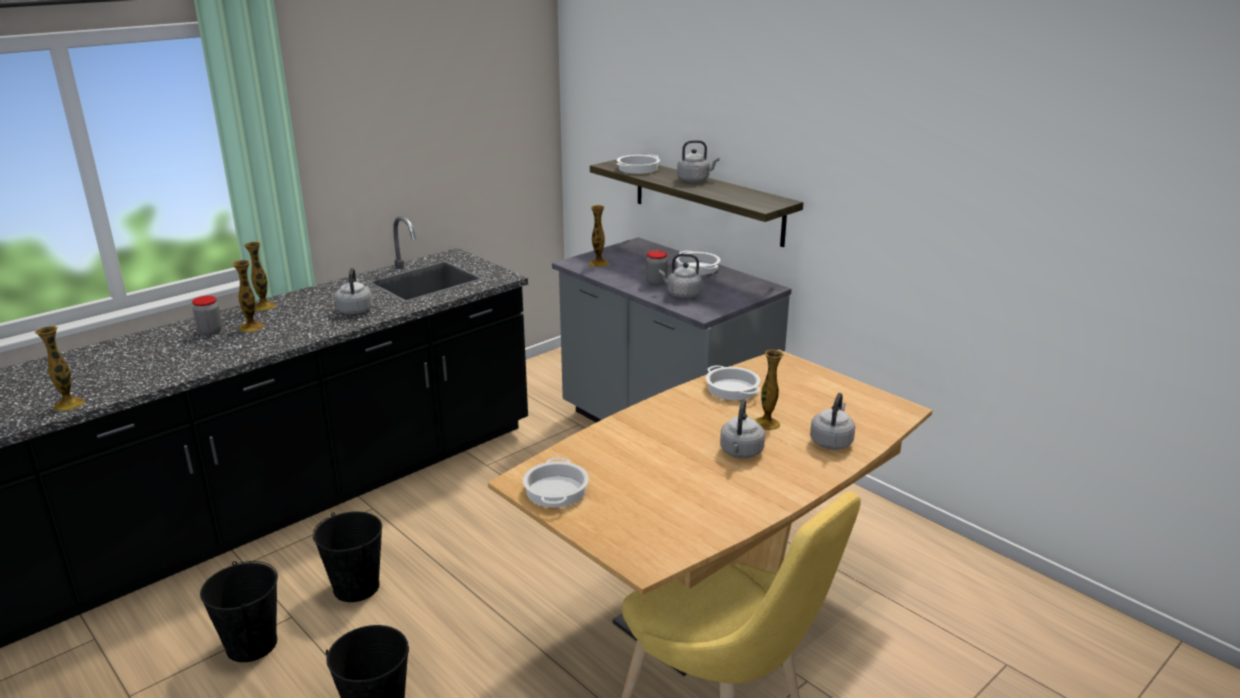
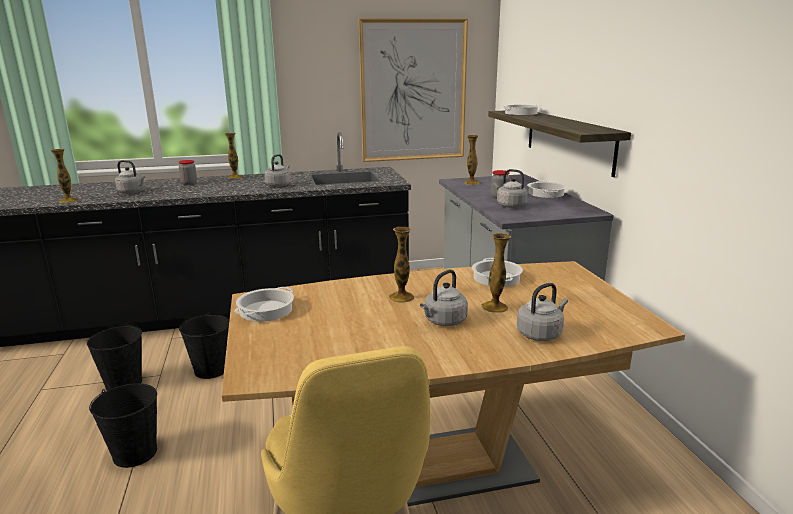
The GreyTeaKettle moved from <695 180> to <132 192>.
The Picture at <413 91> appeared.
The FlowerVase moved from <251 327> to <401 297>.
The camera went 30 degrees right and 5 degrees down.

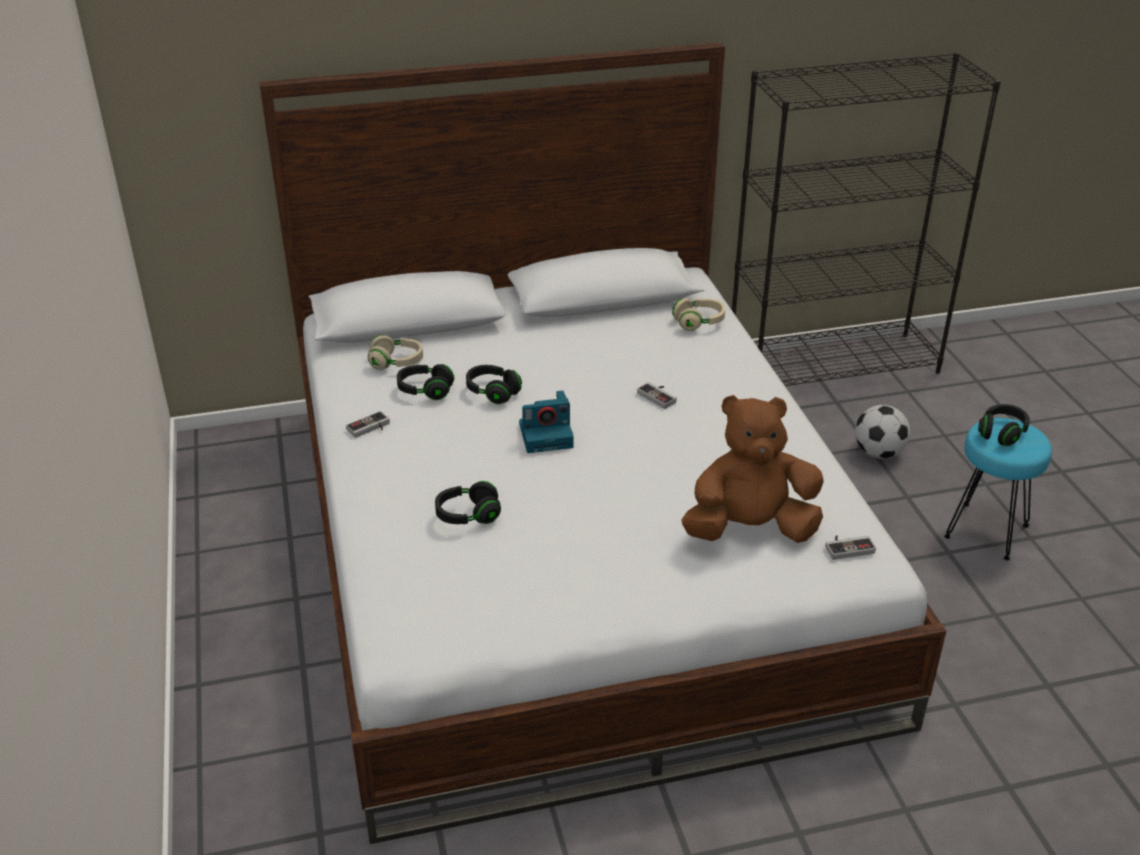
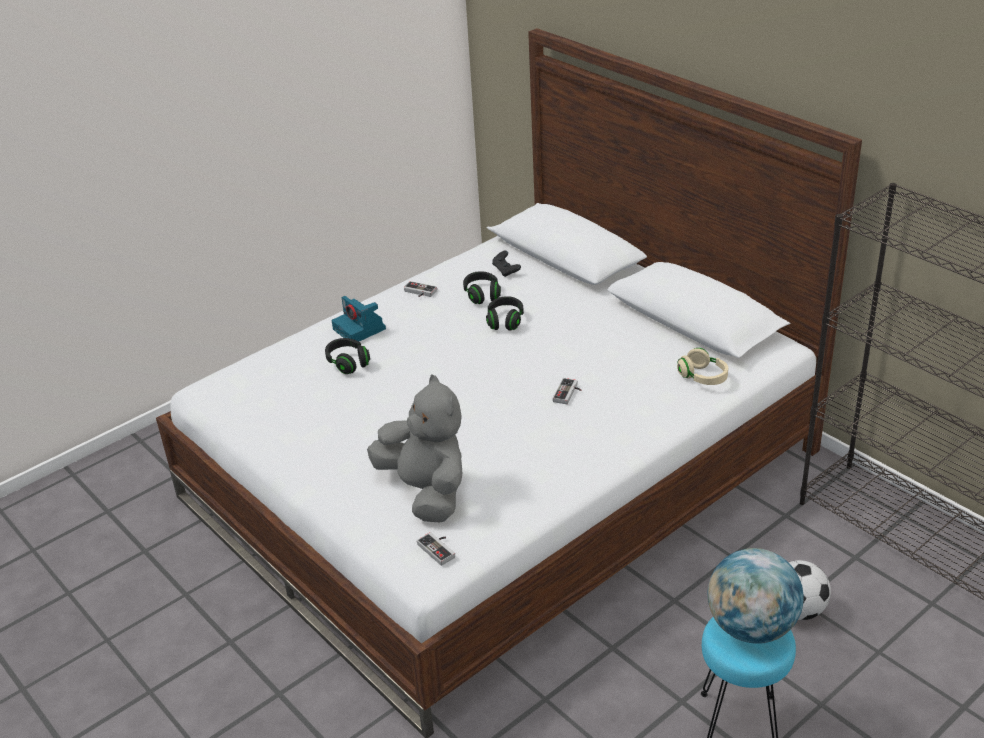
The PhotoCamera moved from <547 435> to <360 329>.
The BrownishPlushToy at <749 529> became the GreyPlushToy at <426 491>.
The BeigePairOfHeadphones at <396 363> was replaced by the BlackishJoypad at <506 271>.
The BlackishPairOfHeadphones at <1001 433> was replaced by the Globe at <751 627>.
The camera went 65 degrees right and 0 degrees up.

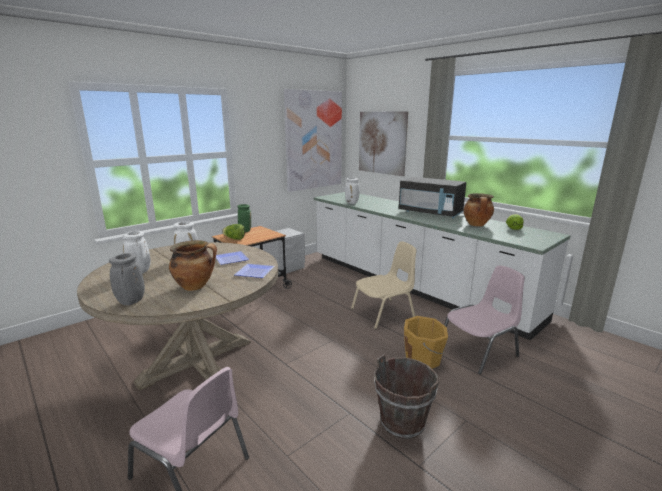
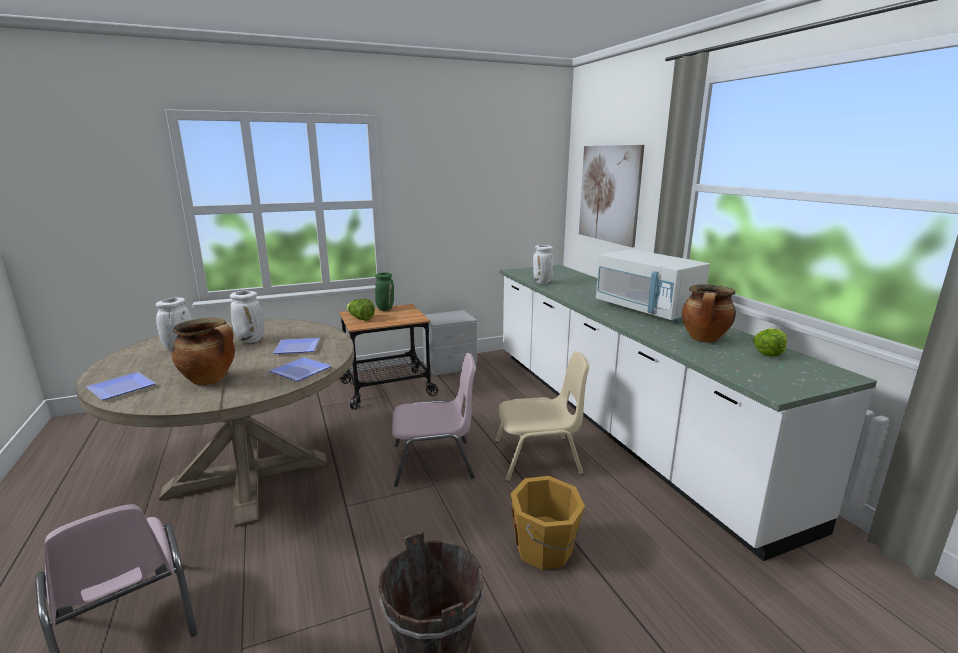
The GreyFlowerVase at <131 302> was replaced by the Plate at <120 389>.
The PinkishPlainChair moved from <479 351> to <434 462>.
The BlackishKitchenMicrowave at <430 213> became the WhiteKitchenMicrowave at <646 310>.
The Picture at <314 140> disappeared.
The camera went 20 degrees right and 0 degrees up.

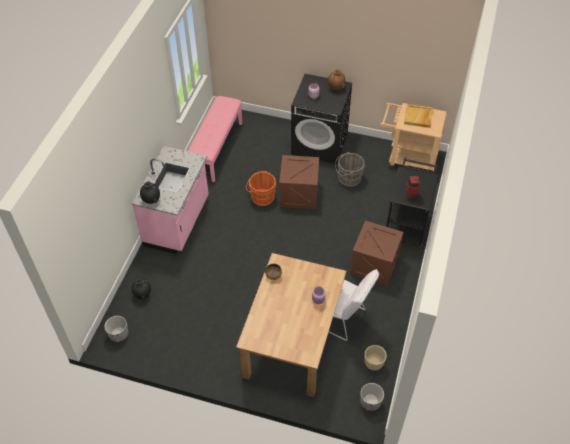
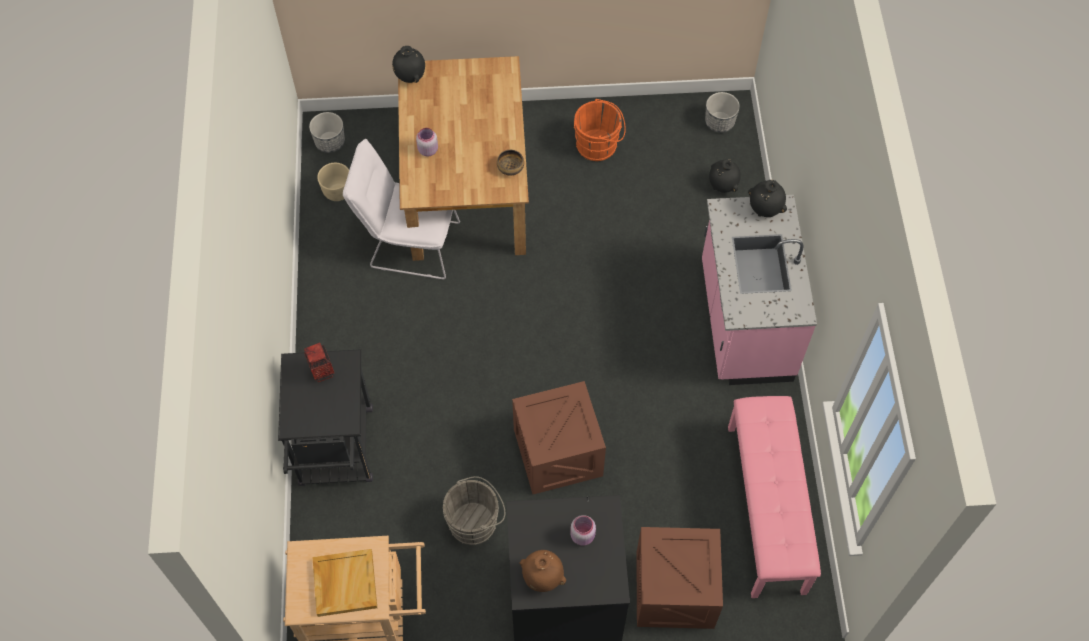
The BlackishFlowerVase at <410 76> appeared.
The OrangeyBucket moved from <261 197> to <599 145>.
The Crate moved from <374 264> to <674 590>.
The camera went 160 degrees right and 10 degrees up.

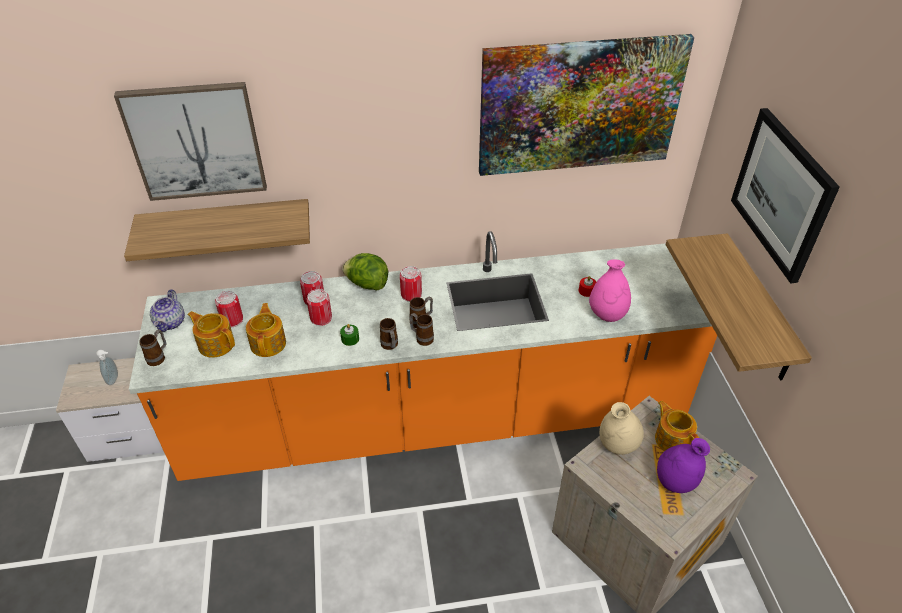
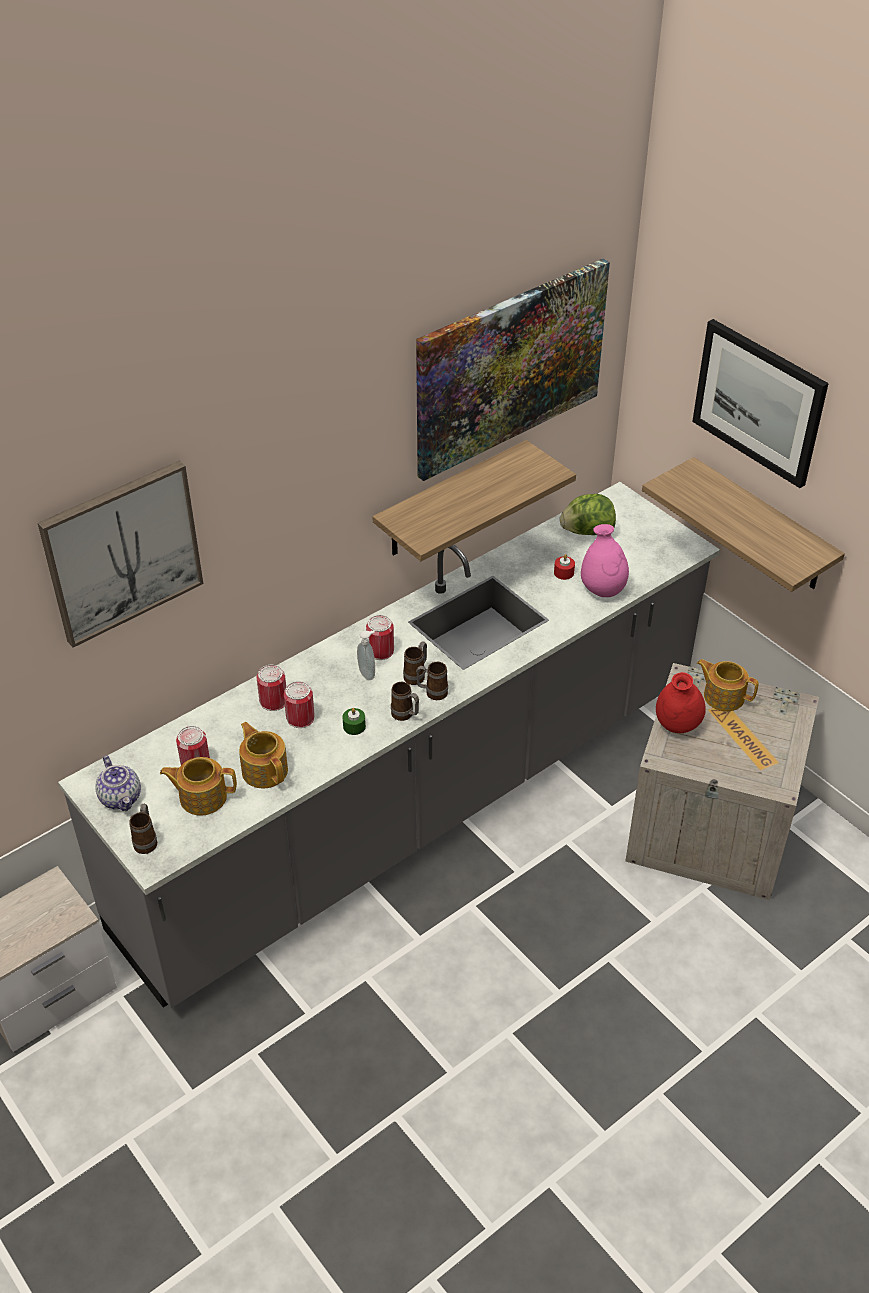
The OrangeyCounter at <451 419> became the GreyCounter at <434 794>.
The SoapDispenser moved from <114 379> to <368 673>.
The BracketShelf moved from <227 226> to <451 500>.
The Lettuce moved from <367 284> to <587 532>.
The BeigeFlowerVase at <617 445> became the RedColouredFlowerVase at <677 725>.
The PurpleFlowerVase at <675 482> disappeared.
The camera went 30 degrees left and 0 degrees up.

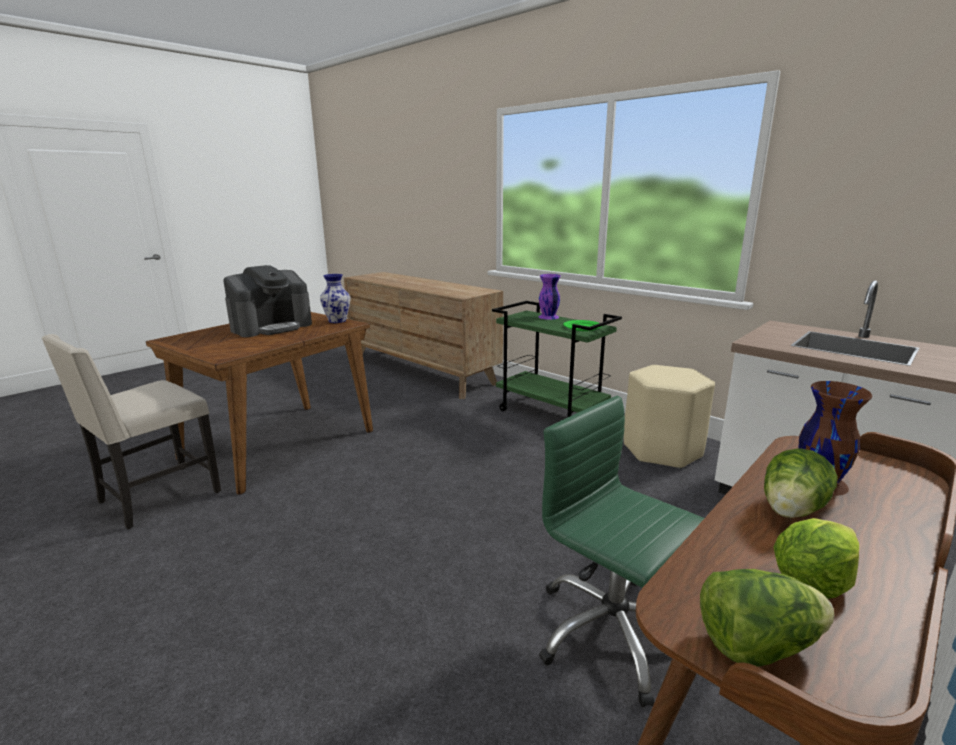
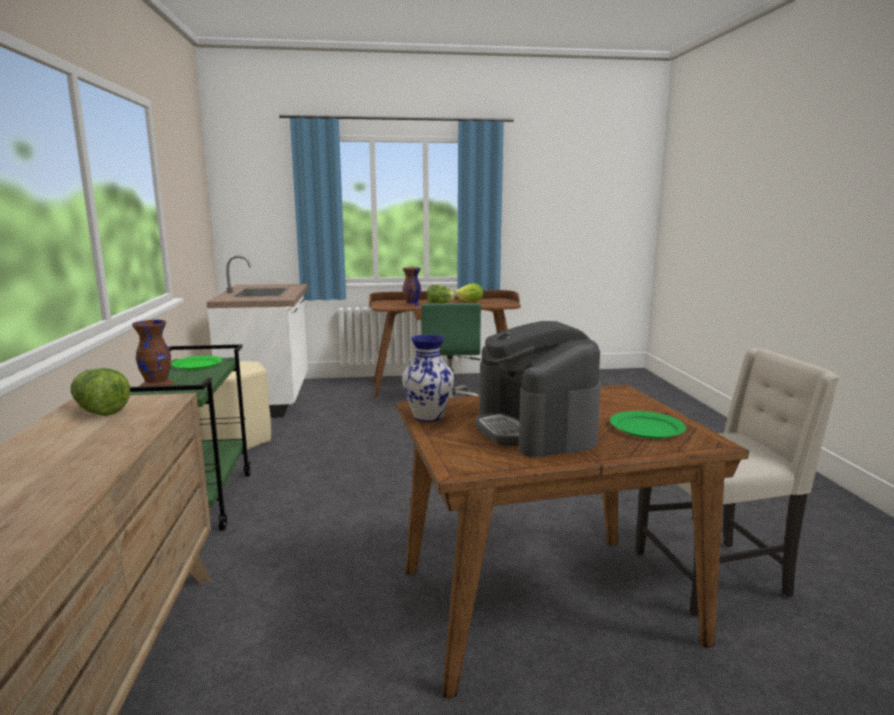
The Lettuce moved from <757 645> to <100 411>.
The PurpleFlowerVase at <548 317> became the BrownishFlowerVase at <157 384>.
The CoffeeMachine at <272 327> turned 105 degrees counterclockwise.
The GreenColouredPlate at <646 428> appeared.
The camera went 140 degrees left and 5 degrees down.

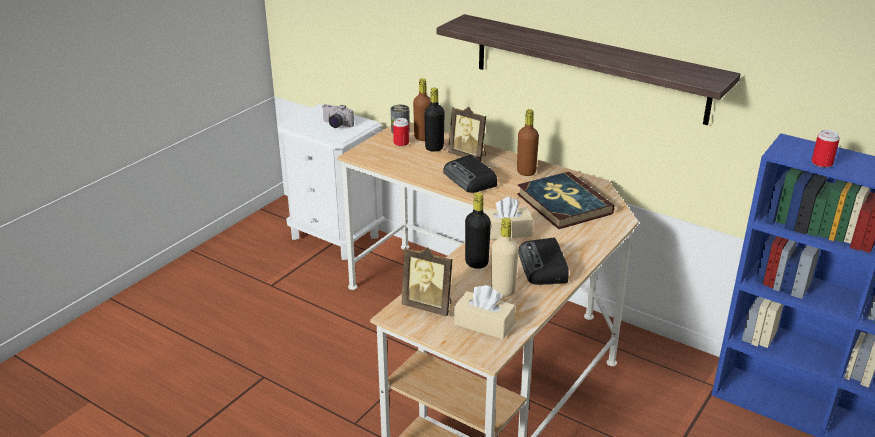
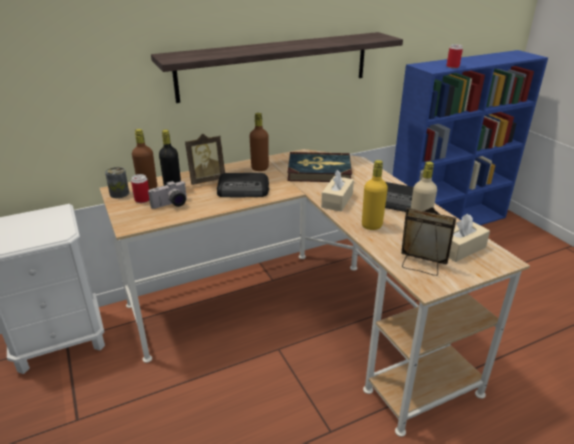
The PhotoCamera moved from <335 125> to <171 205>.
The BlackishBeverageBottle at <476 263> became the YellowishBeverageBottle at <371 225>.
The StandingFrame at <429 306> turned 120 degrees counterclockwise.
The camera went 60 degrees left and 0 degrees up.

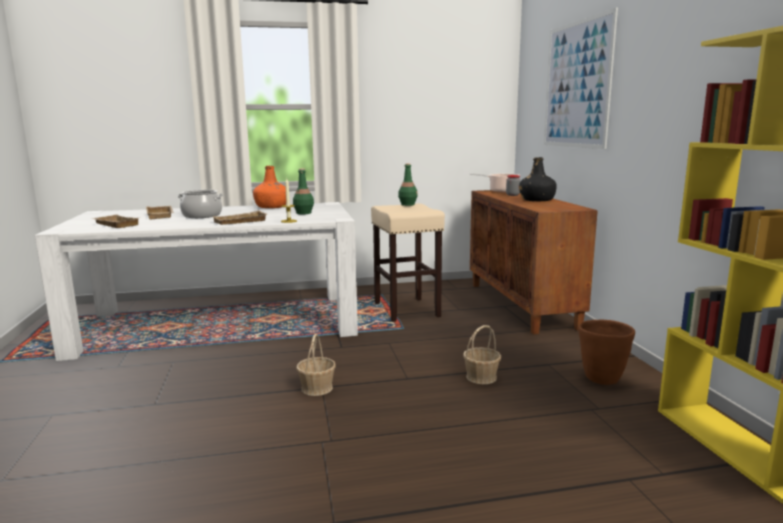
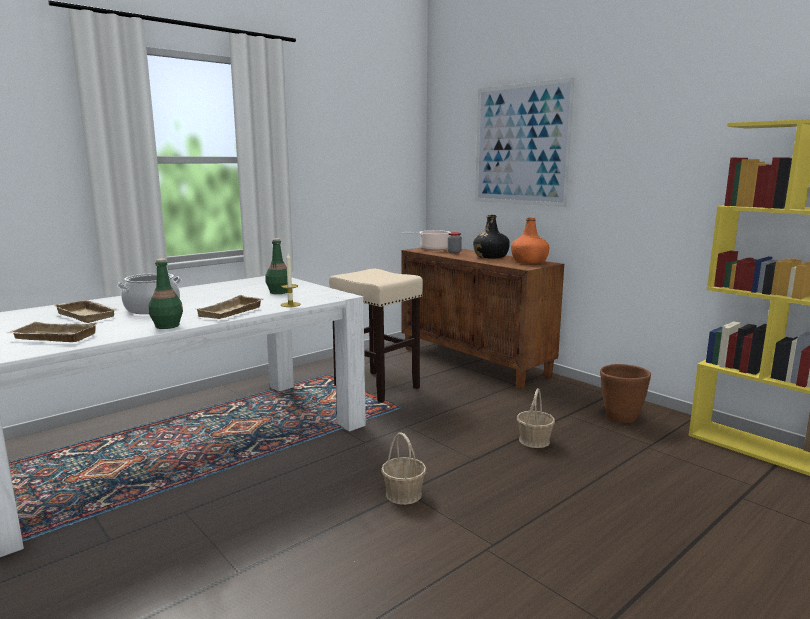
The GreenColouredBeverageBottle moved from <407 204> to <167 326>.
The OrangeyBeverageBottle moved from <272 207> to <529 262>.
The camera went 30 degrees left and 0 degrees up.

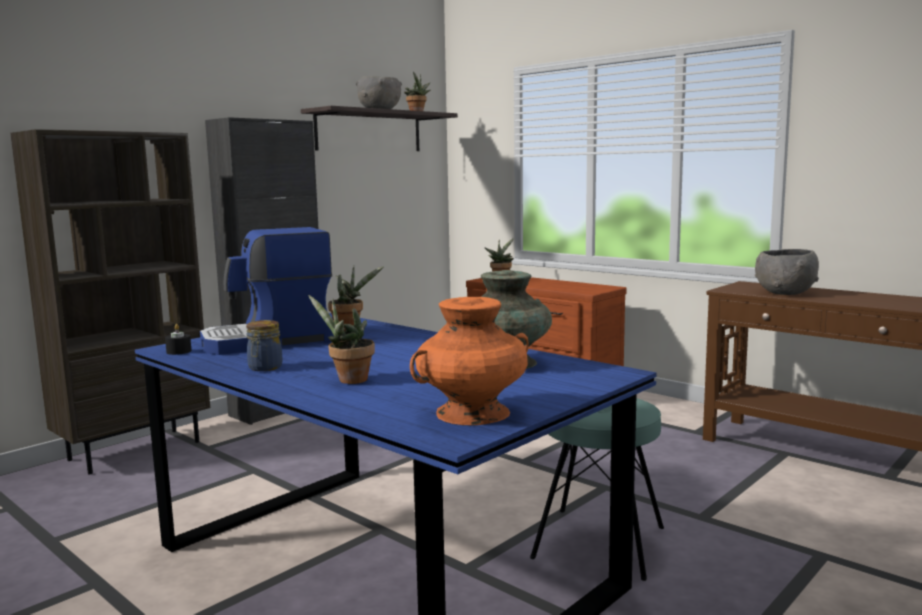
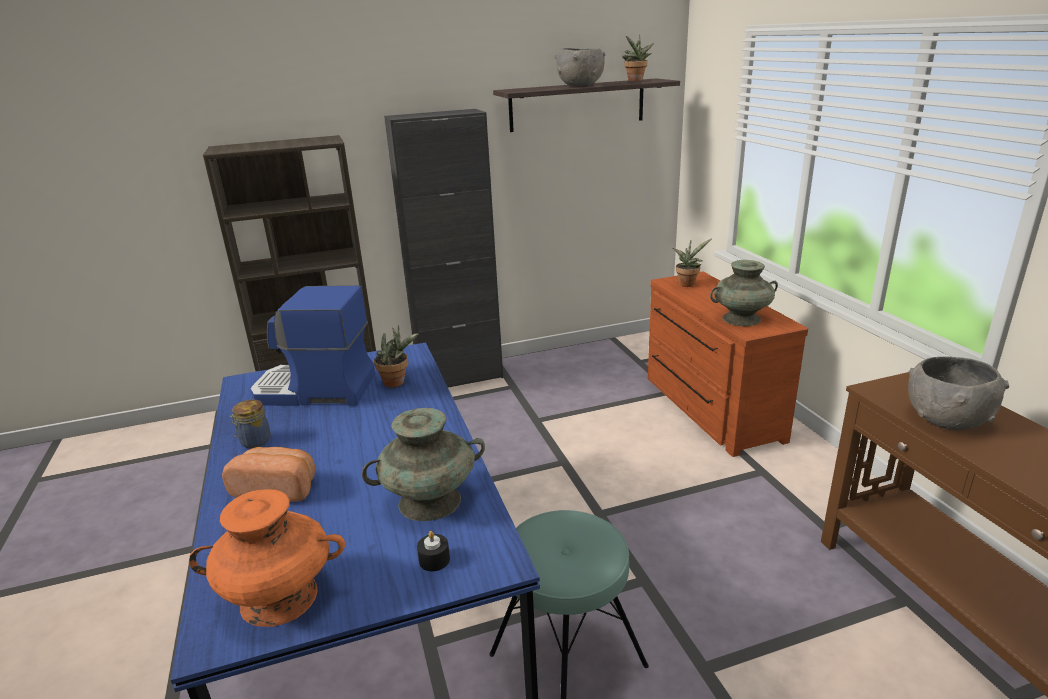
The PottedPlant at <348 380> was replaced by the BakeryBread at <277 488>.
The BlackishWaxLight moved from <179 351> to <434 560>.
The BlueGreenFlowerVase at <741 319> appeared.
The camera went 30 degrees right and 15 degrees up.

